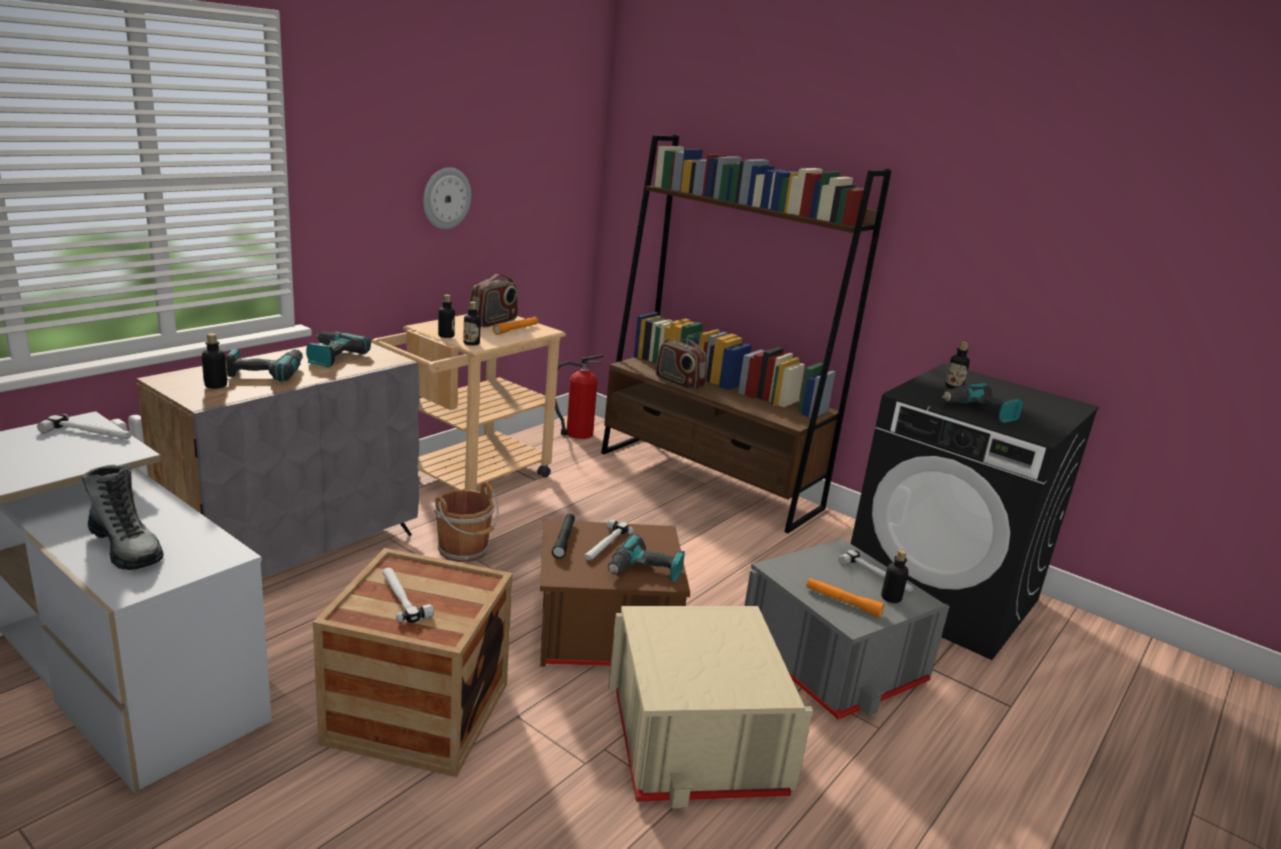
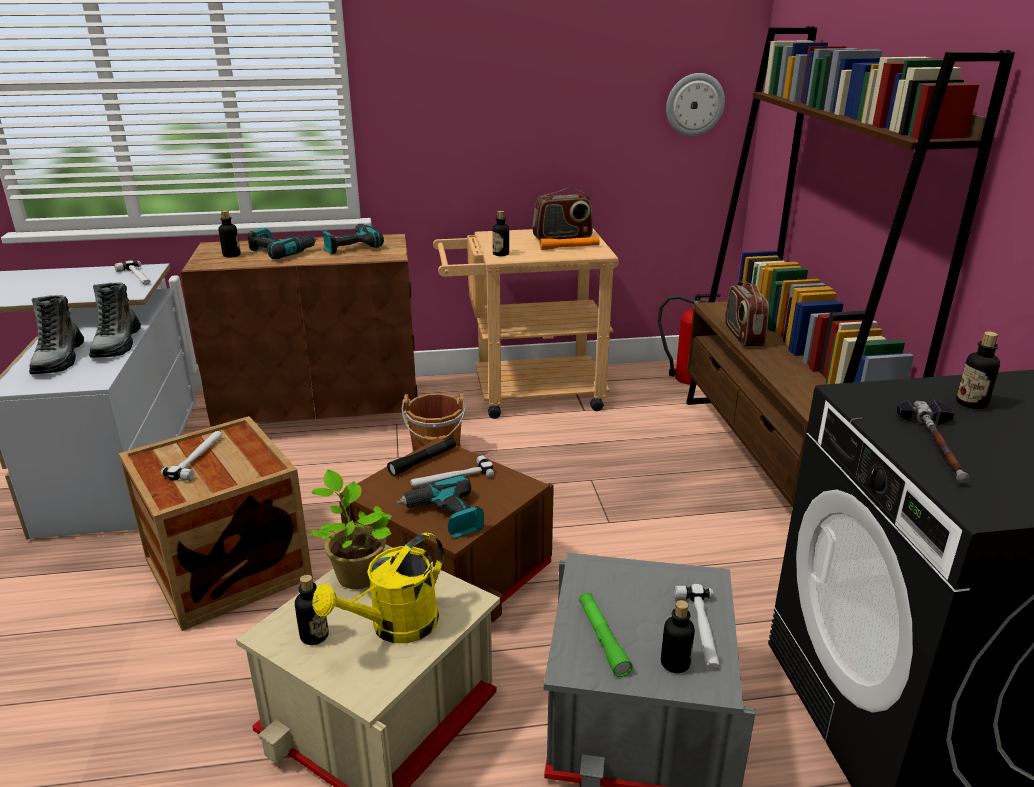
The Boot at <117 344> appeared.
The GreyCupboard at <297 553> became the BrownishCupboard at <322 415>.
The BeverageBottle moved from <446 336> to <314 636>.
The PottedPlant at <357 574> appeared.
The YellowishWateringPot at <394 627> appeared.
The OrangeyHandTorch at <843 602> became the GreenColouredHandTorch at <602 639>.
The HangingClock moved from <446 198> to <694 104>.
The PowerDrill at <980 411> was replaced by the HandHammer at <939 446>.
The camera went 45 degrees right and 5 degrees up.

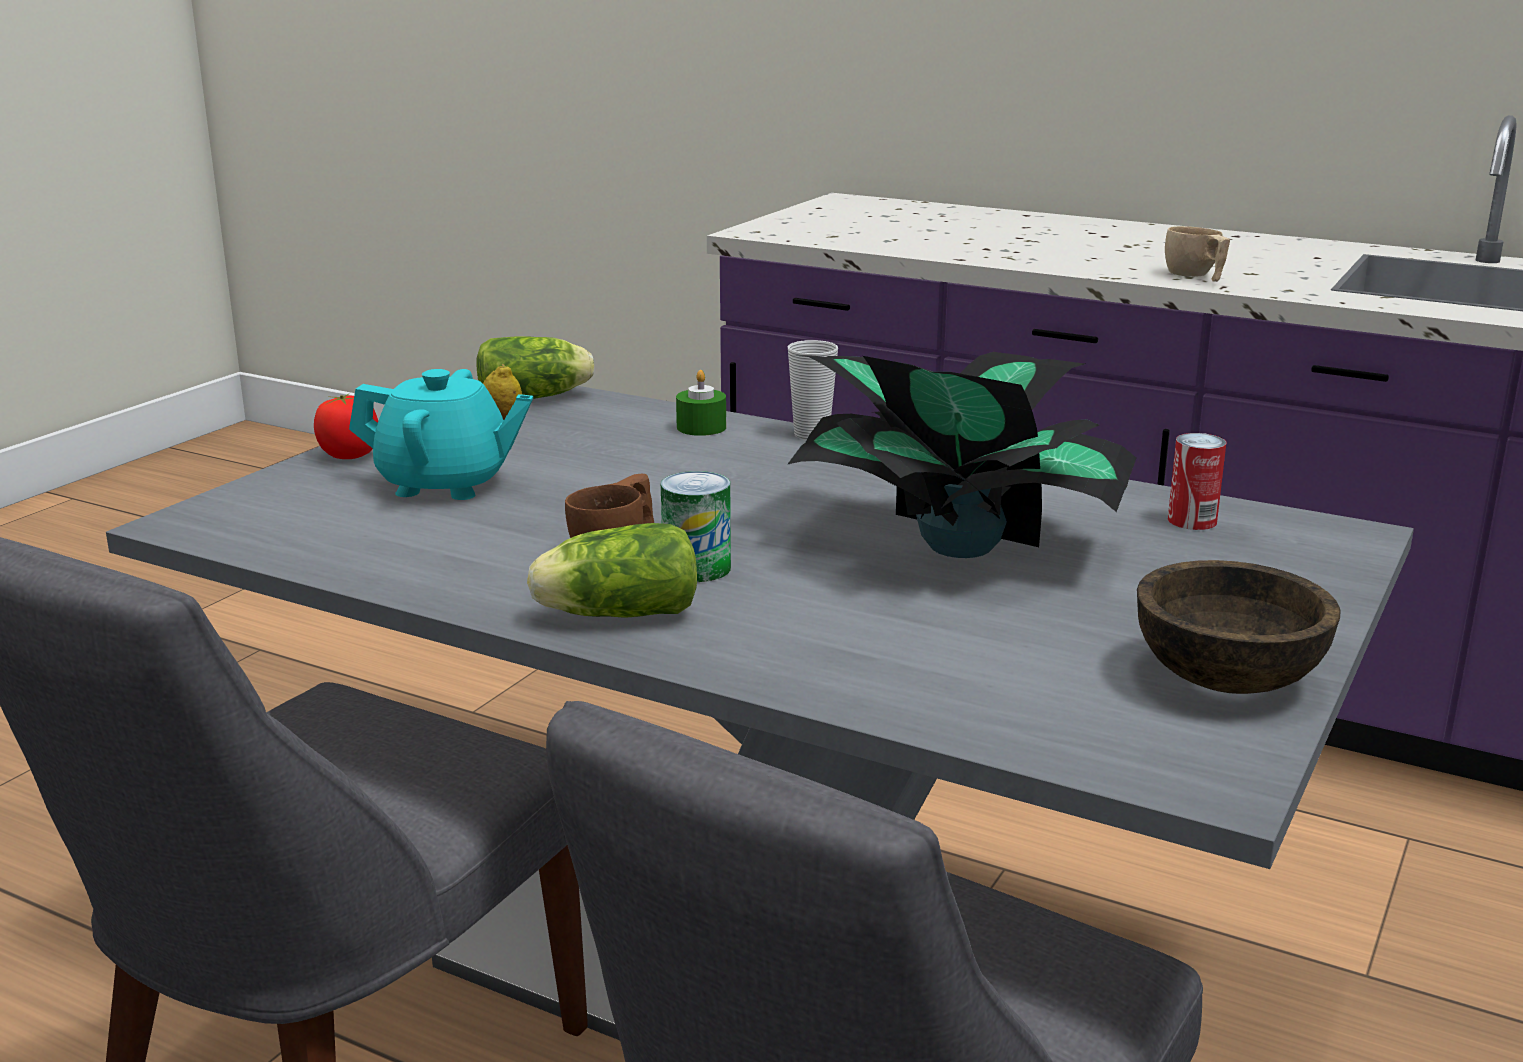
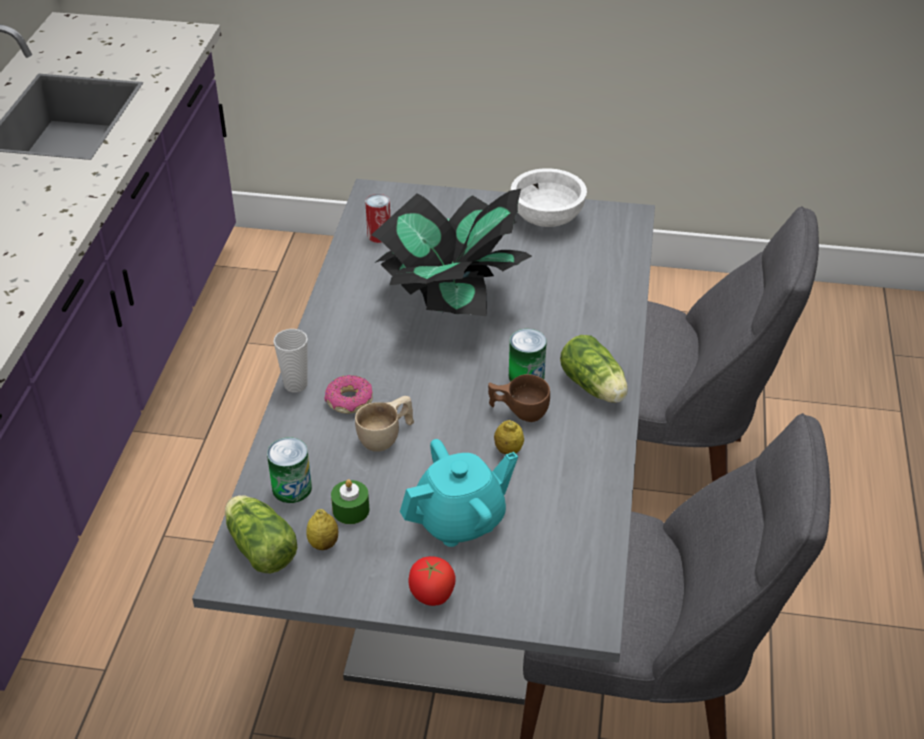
The SealedCan at <292 488> appeared.
The Doughnut at <349 401> appeared.
The GreenColouredWaxLight moved from <701 427> to <351 510>.
The BeigeDrinkingCup moved from <1195 277> to <386 437>.
The BlueGreenPotForTea at <446 484> turned 75 degrees clockwise.
The CitrusFruit at <508 450> appeared.
The BrownishServingBowl at <1228 679> became the WhiteServingBowl at <547 217>.
The camera went 110 degrees left and 20 degrees up.

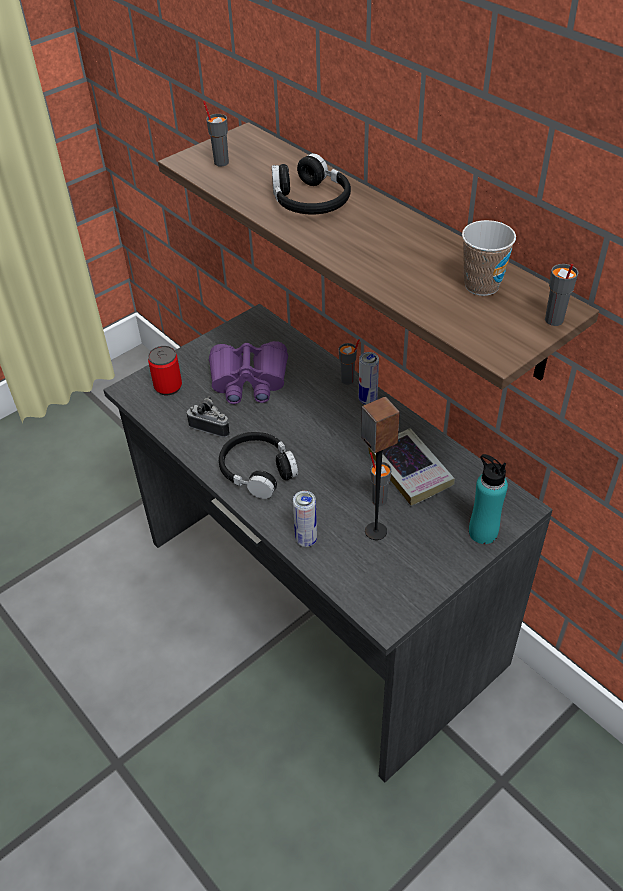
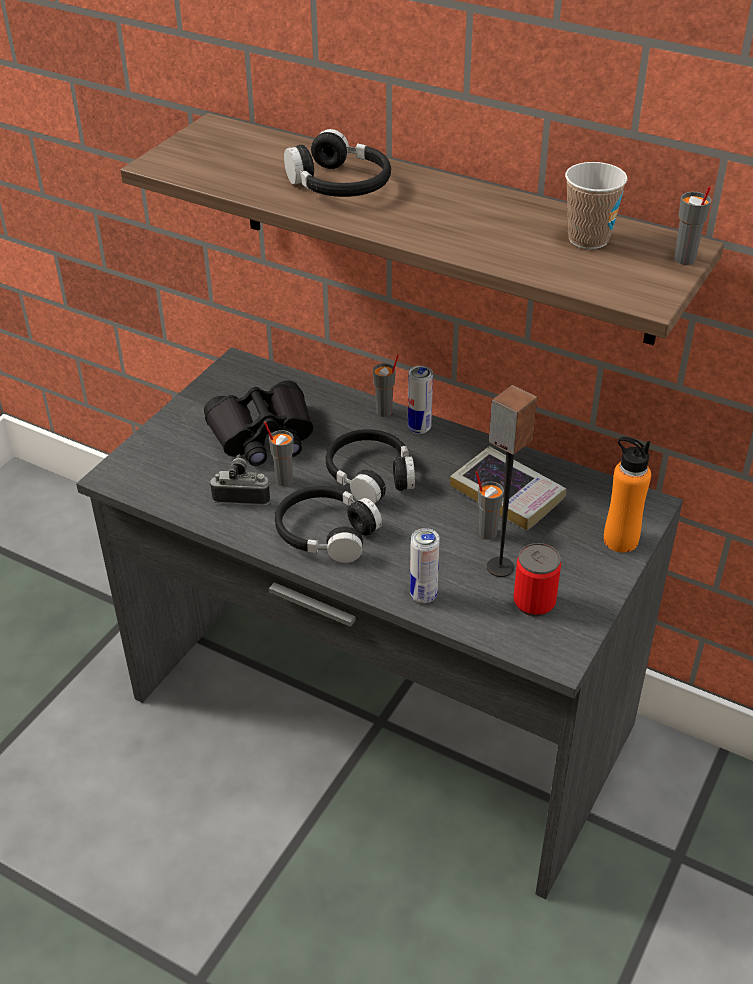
The PurplePairOfBinoculars at <249 380> became the BlackishPairOfBinoculars at <263 436>.
The GreyDrinkingCup moved from <221 162> to <283 480>.
The BlackishPairOfHeadphones at <371 475> appeared.
The SealedCan moved from <168 386> to <534 602>.
The BlueGreenBeverageBottle at <482 532> became the OrangeyBeverageBottle at <620 540>.
The camera went 20 degrees left and 5 degrees down.

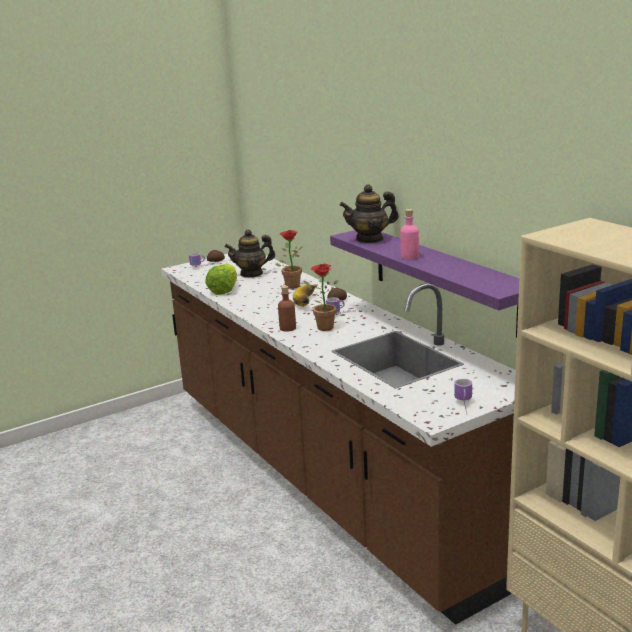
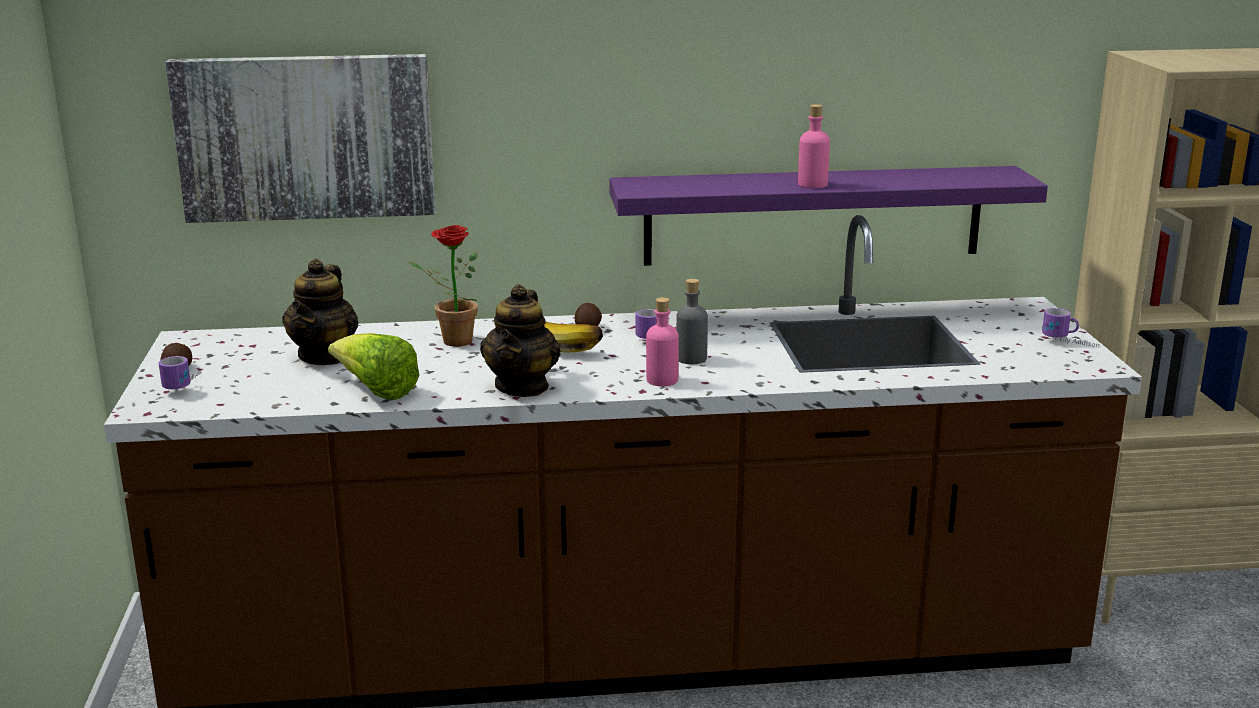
The Picture at <306 137> appeared.
The PotForTea moved from <370 239> to <522 387>.
The BrownishBeverageBottle at <287 328> became the PinkishBeverageBottle at <662 380>.
The PottedPlant at <321 327> was replaced by the GreyBeverageBottle at <691 358>.
The camera went 65 degrees left and 0 degrees up.

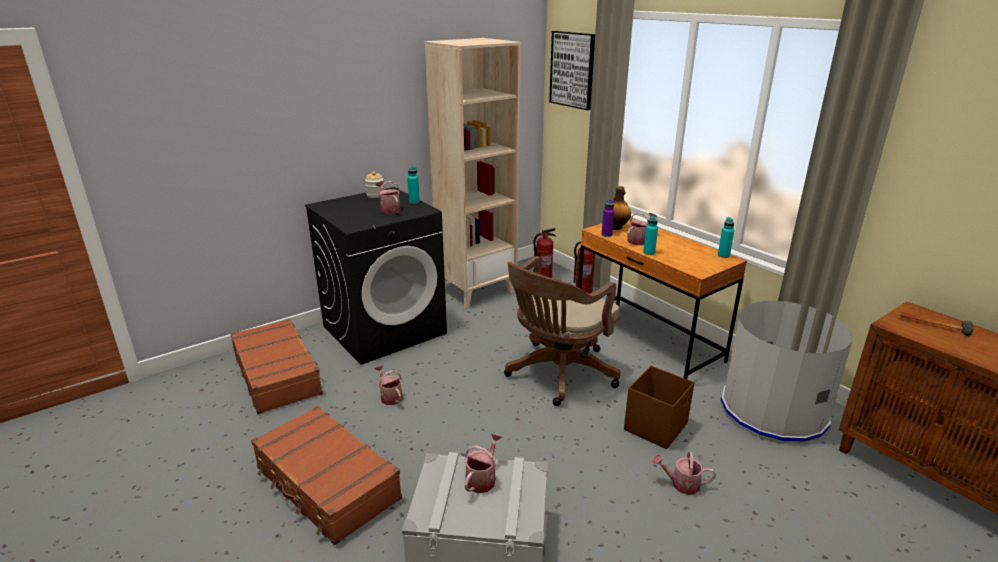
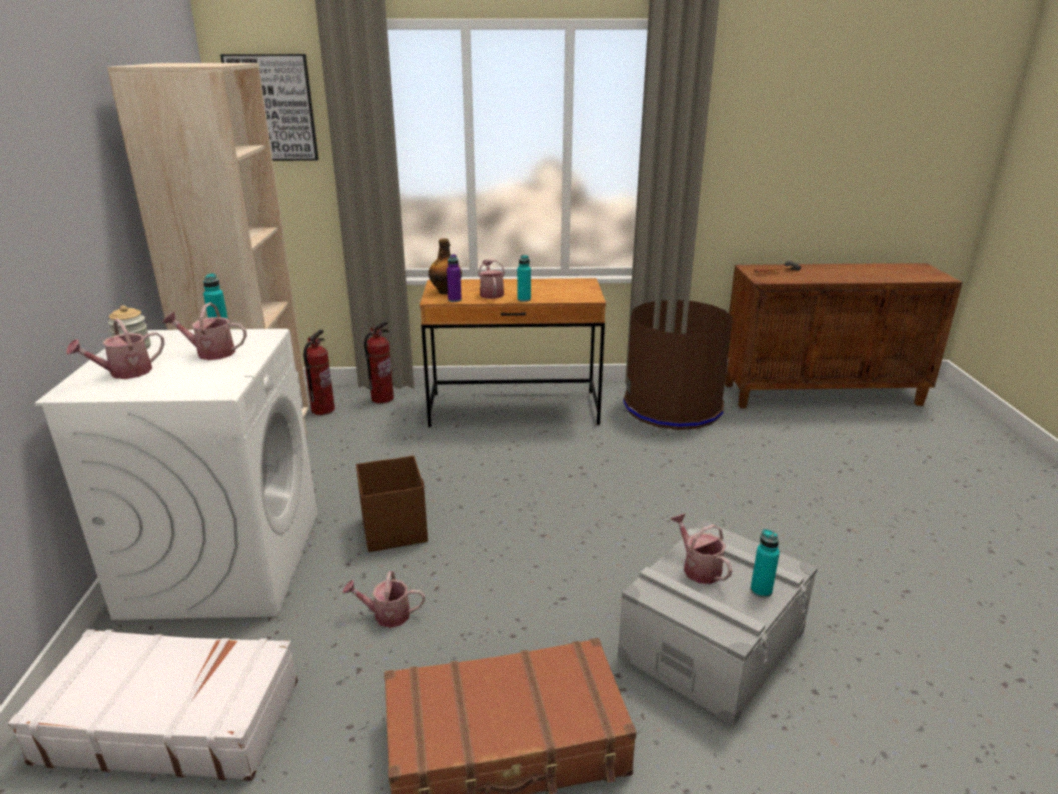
The BrownishPieceOfLuggage at <278 374> became the WhitePieceOfLuggage at <171 719>.
The BlackishWashingMachine at <385 329> became the WhiteWashingMachine at <224 561>.
The WateringPot moved from <681 484> to <125 373>.
The BrownishStorageBox moved from <656 427> to <394 529>.
The GreyWasteBin at <773 411> became the BrownishWasteBin at <673 407>.
The BlueGreenBeverageBottle moved from <723 255> to <761 590>.
The BrownishDeskChair at <558 374> disappeared.
The camera went 55 degrees left and 0 degrees up.

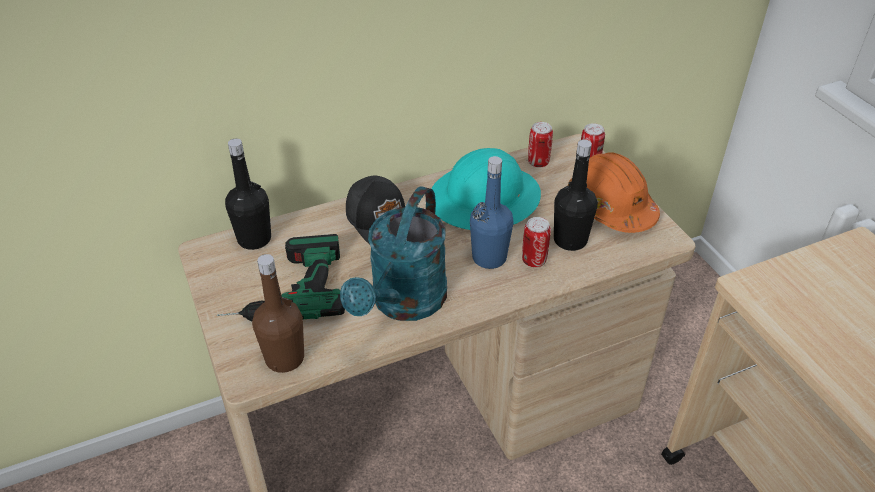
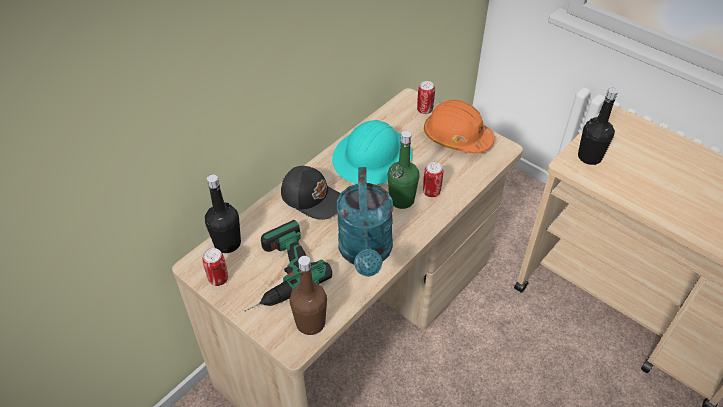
The SealedCan moved from <538 162> to <218 279>.
The BlueColouredBeverageBottle at <489 258> became the GreenColouredBeverageBottle at <401 200>.
The BlackishBeverageBottle moved from <570 240> to <589 157>.
The camera went 25 degrees left and 5 degrees up.

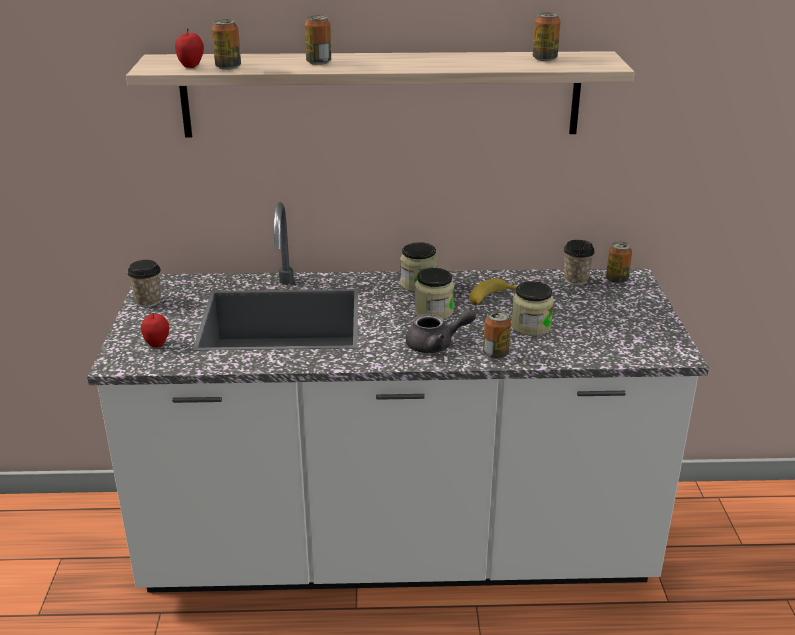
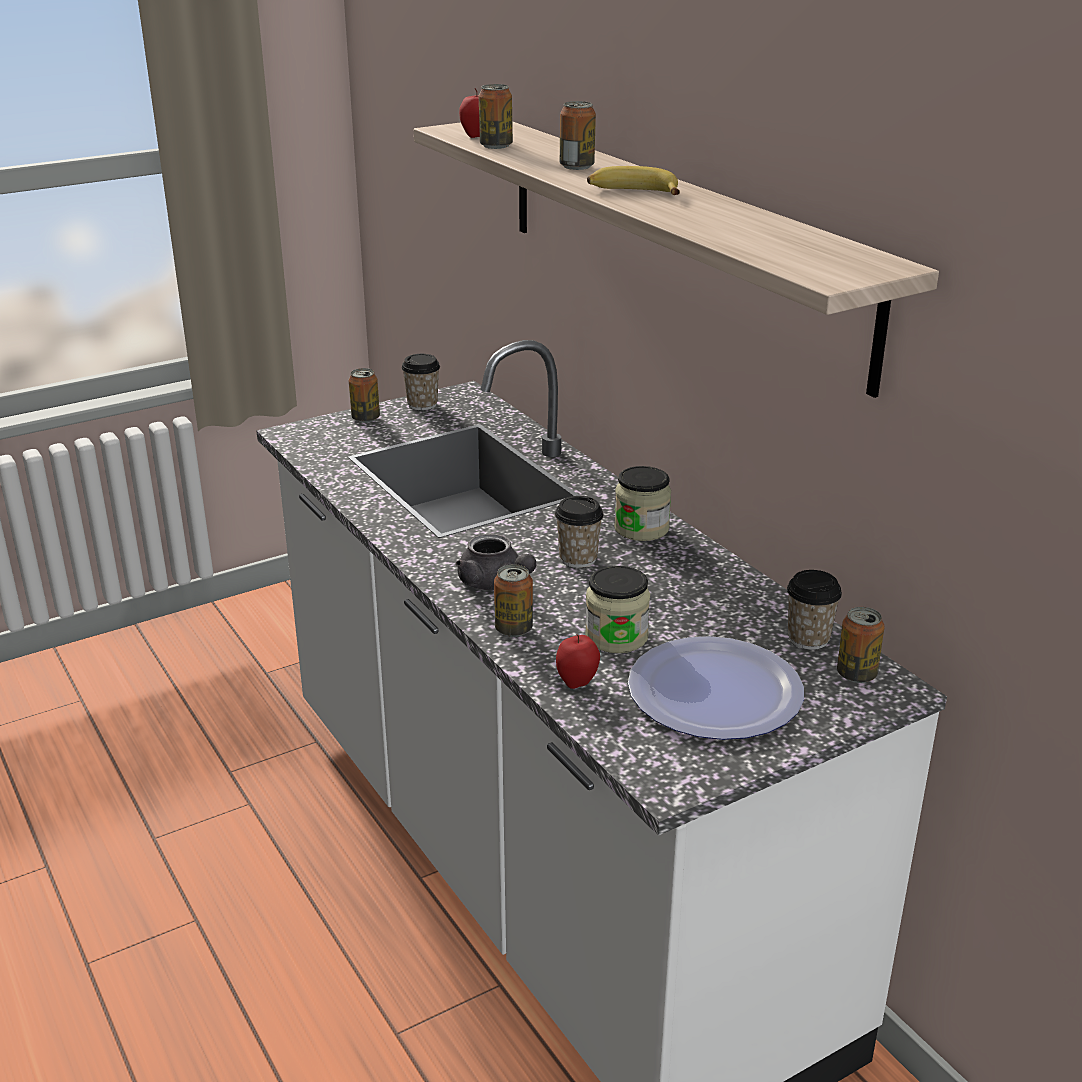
The SealedCan moved from <544 59> to <365 418>.
The PreserveJar at <433 312> was replaced by the DrinkingCup at <578 558>.
The WholeApple moved from <157 344> to <577 682>.
The WholeBanana moved from <490 298> to <633 192>.
The Plate at <715 691> appeared.
The camera went 60 degrees right and 0 degrees up.

